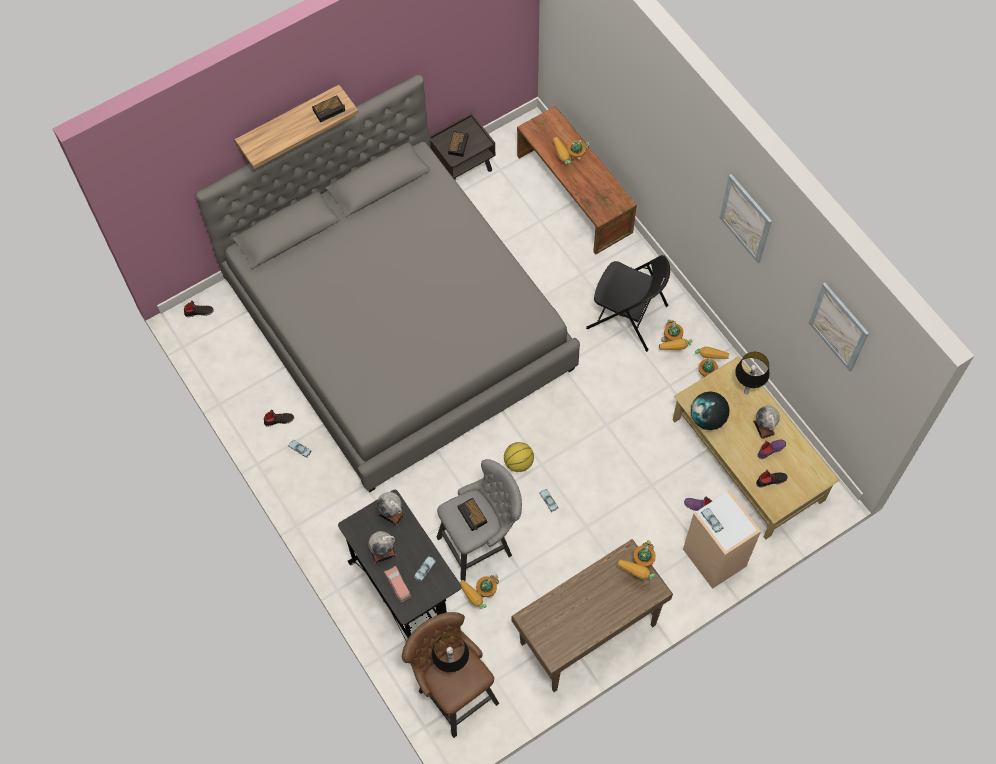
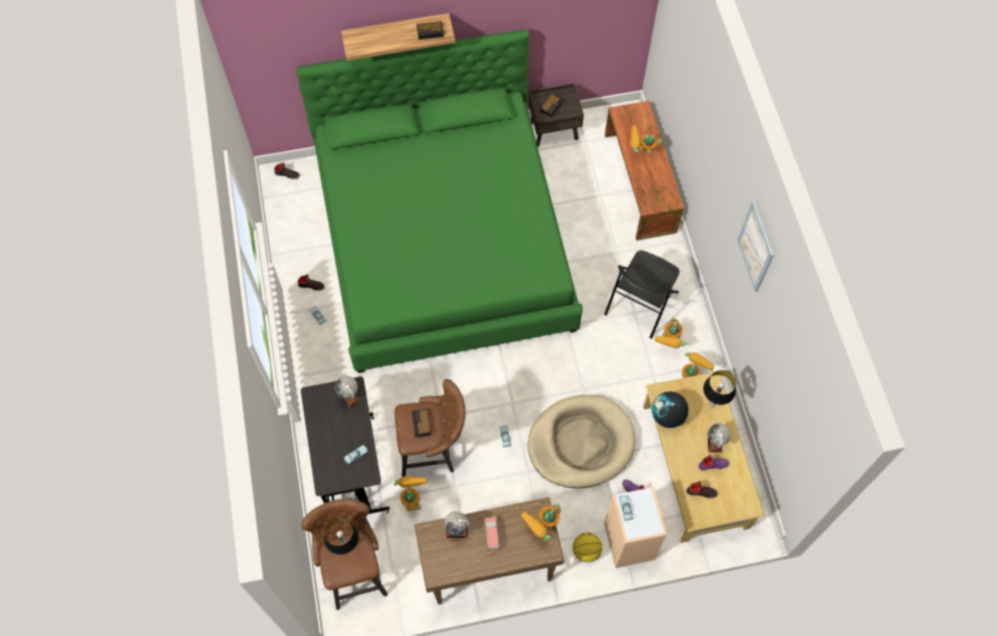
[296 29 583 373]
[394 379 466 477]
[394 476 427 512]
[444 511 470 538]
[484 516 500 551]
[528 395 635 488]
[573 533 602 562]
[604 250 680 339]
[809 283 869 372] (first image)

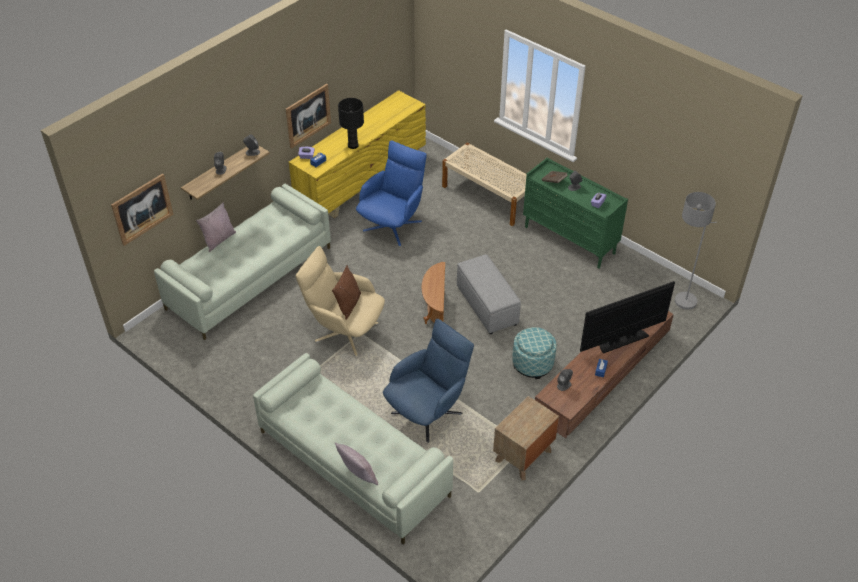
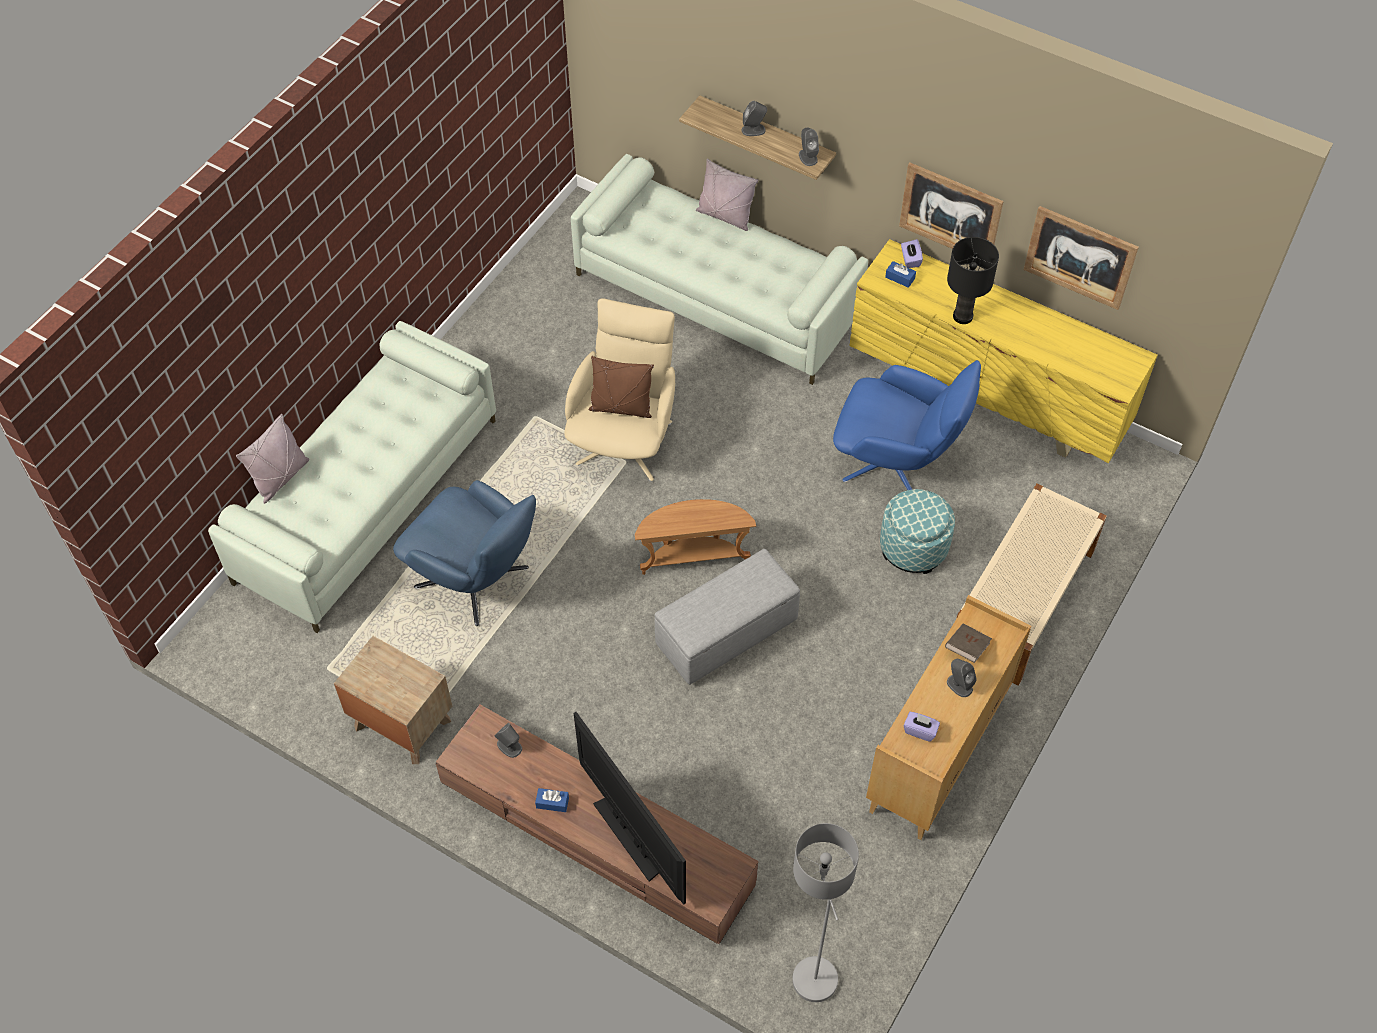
[866 595 1031 840]
[880 489 955 574]
[1024 206 1139 310]

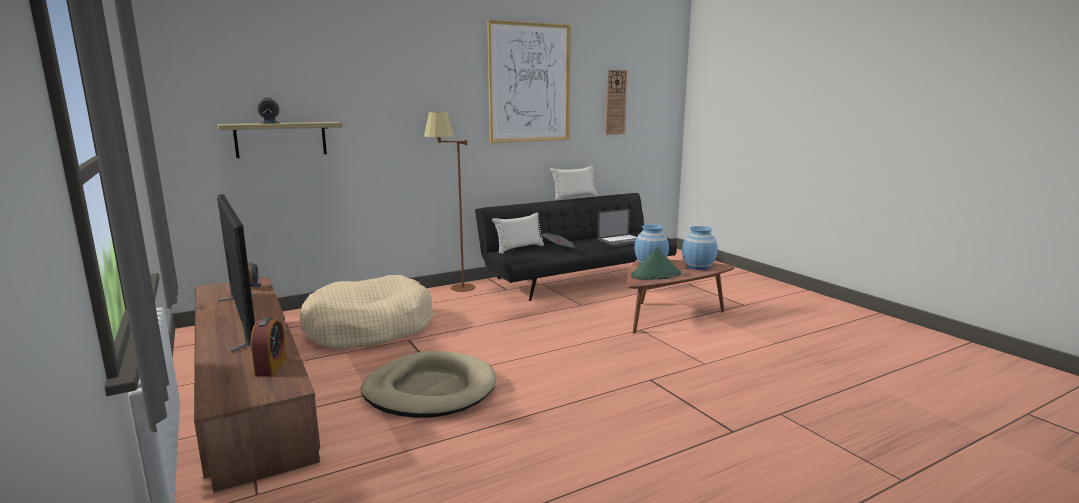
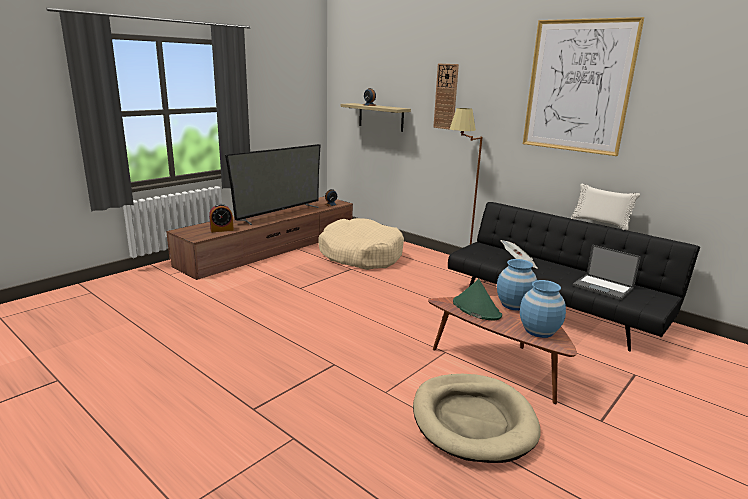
[413 374 541 463]
[433 64 459 130]
[492 213 544 254] (first image)

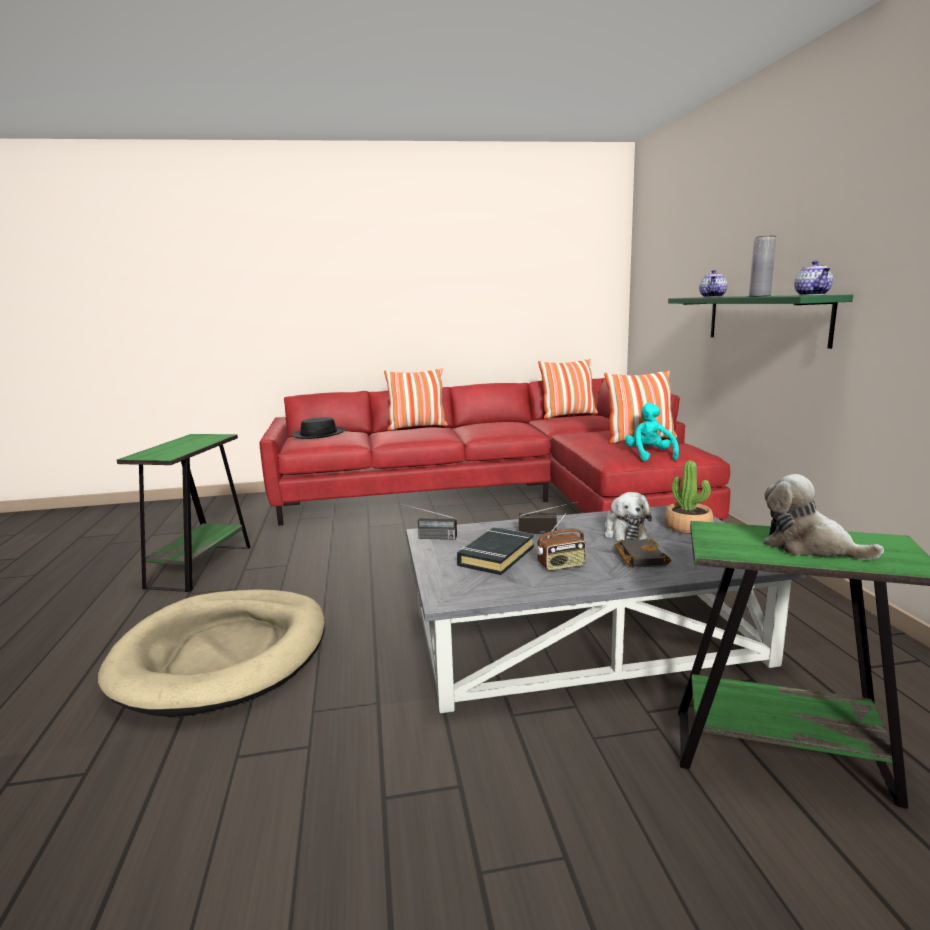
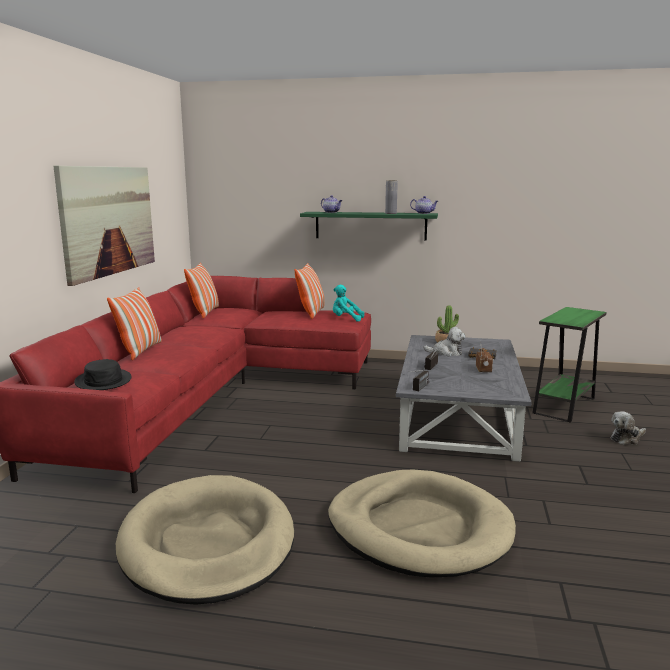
[53 166 155 286]
[116 475 294 605]
[611 411 646 445]
[457 527 534 575] (first image)

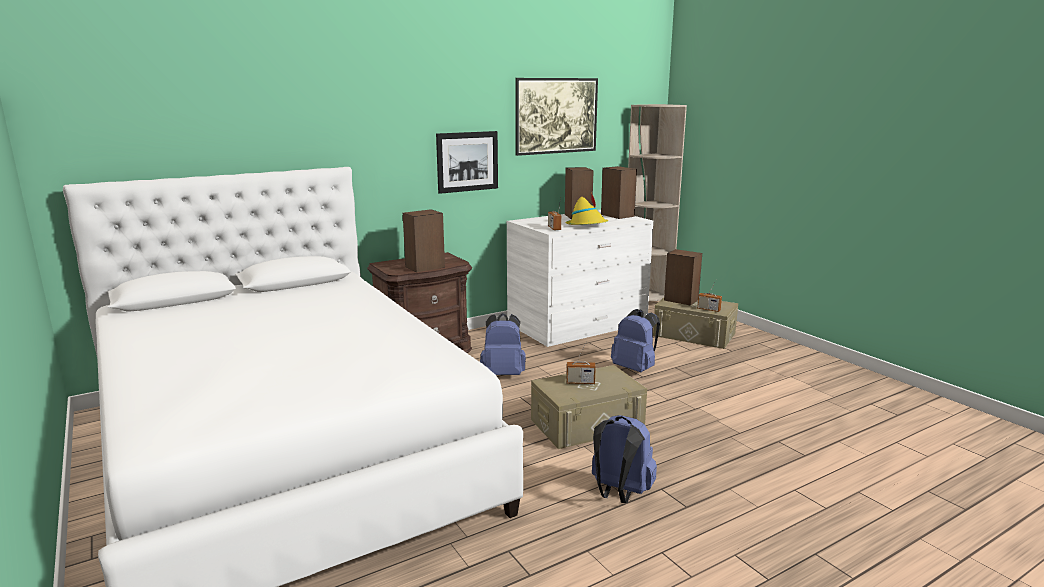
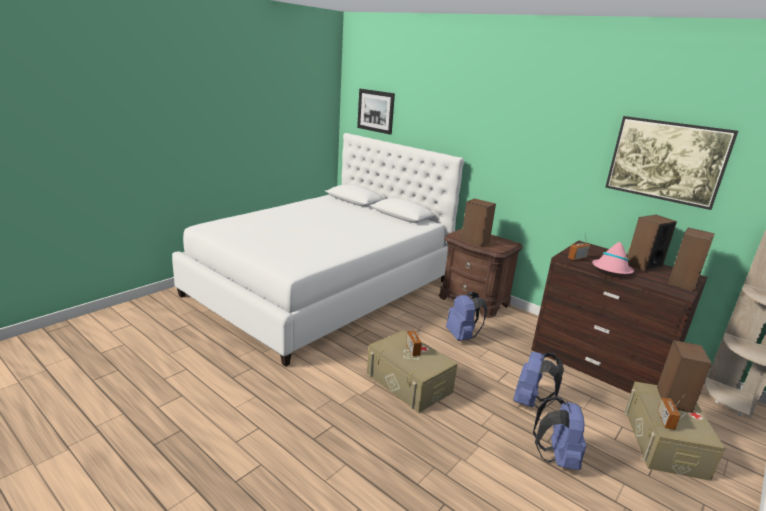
[357 89 395 135]
[531 240 707 394]
[533 396 586 470]
[592 242 634 274]

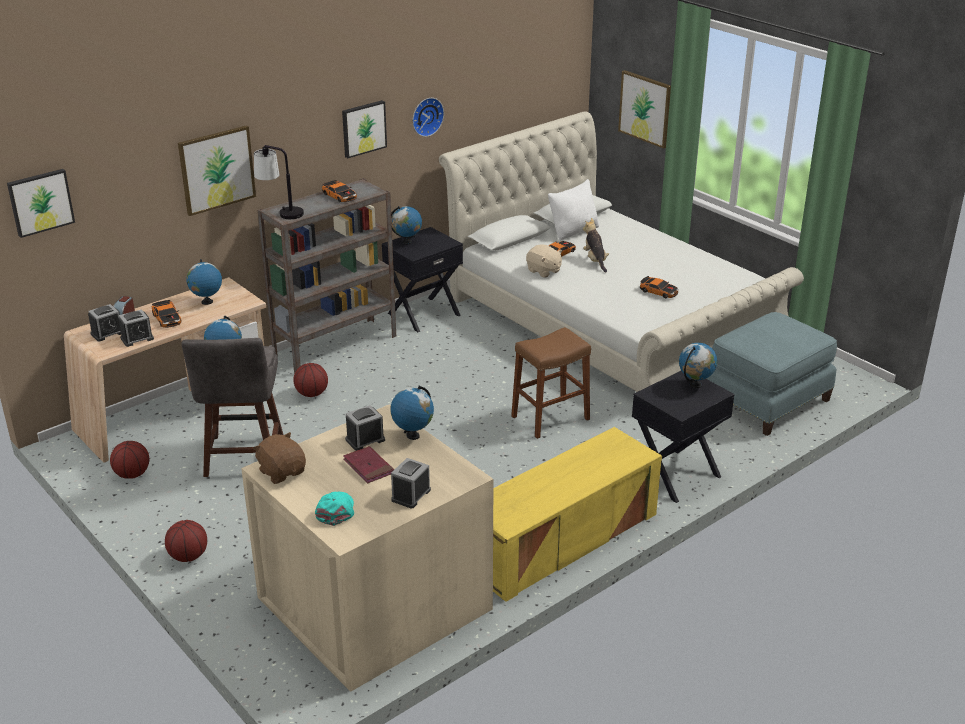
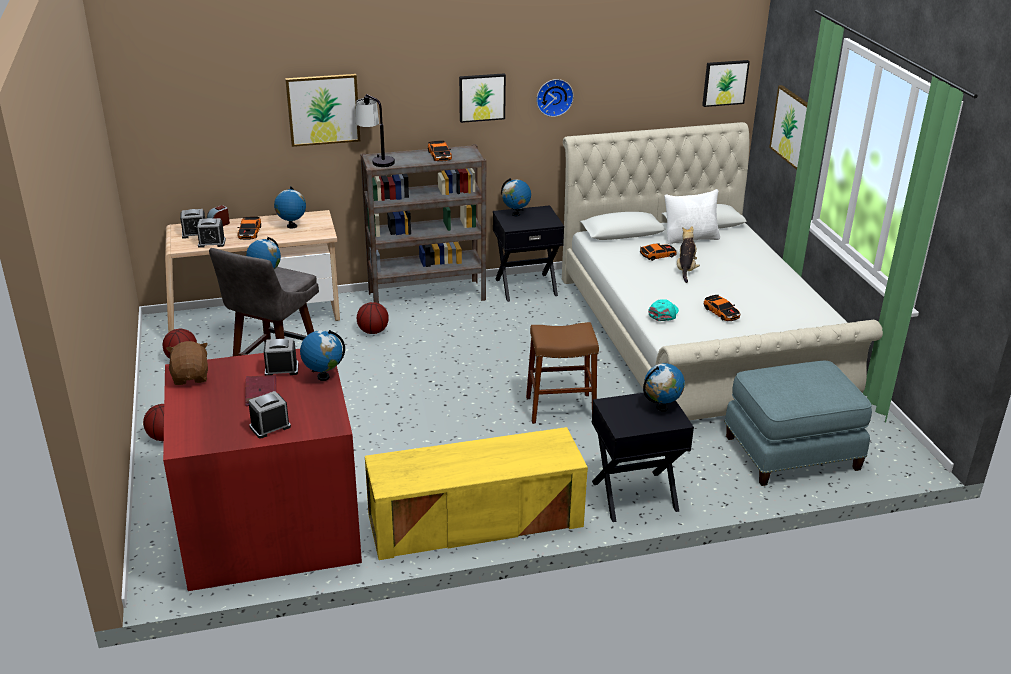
[163 349 362 591]
[648 299 679 321]
[702 60 750 107]
[526 244 562 278] (first image)

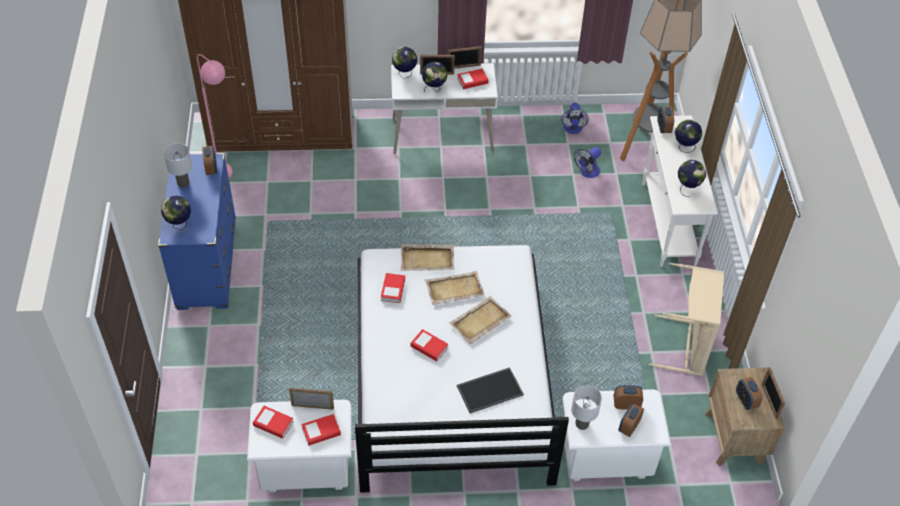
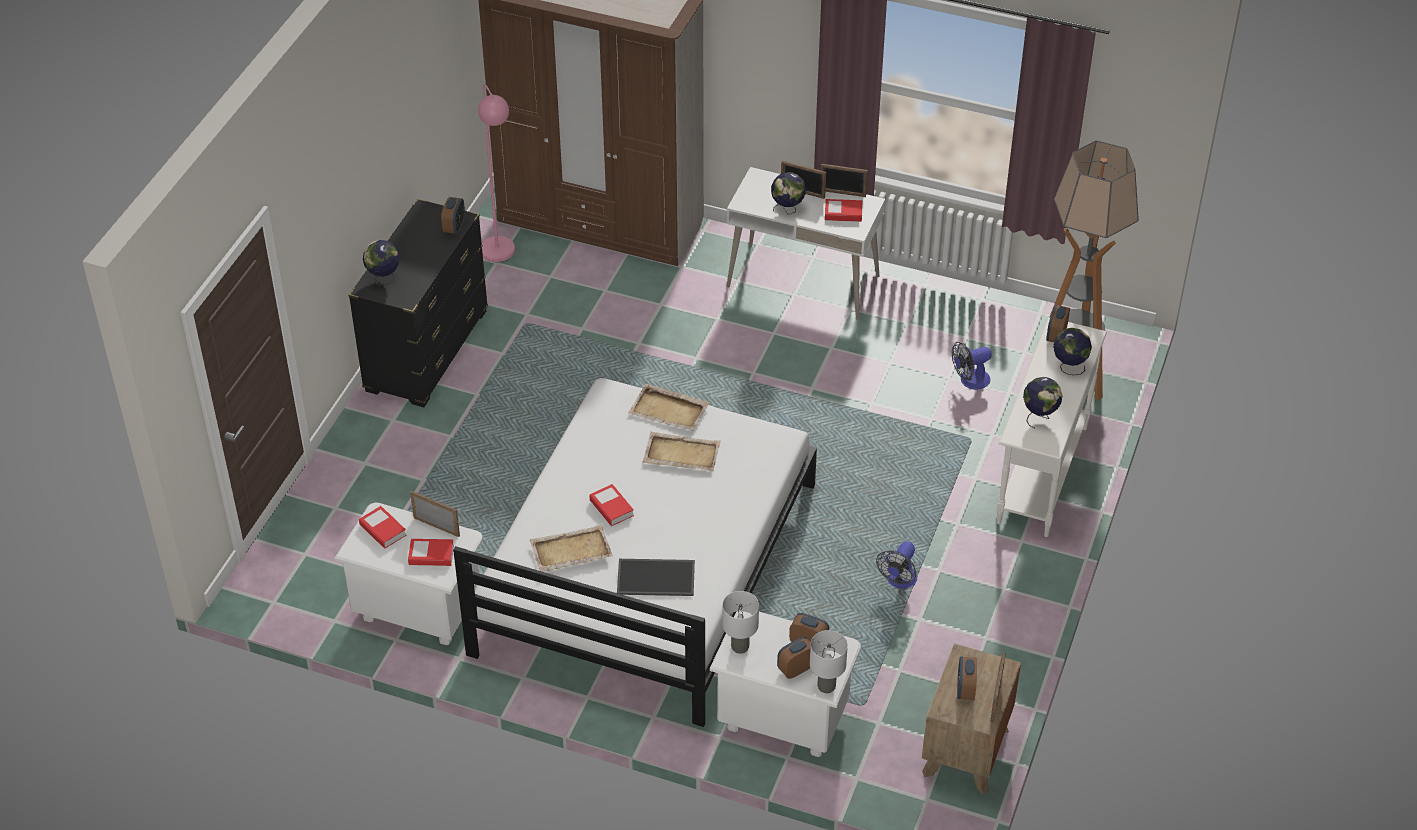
[348 198 488 407]
[530 524 613 572]
[810 630 848 693]
[876 541 917 589]
[381 273 405 303] (first image)
[392 47 417 78] (first image)
[649 263 724 376] (first image)

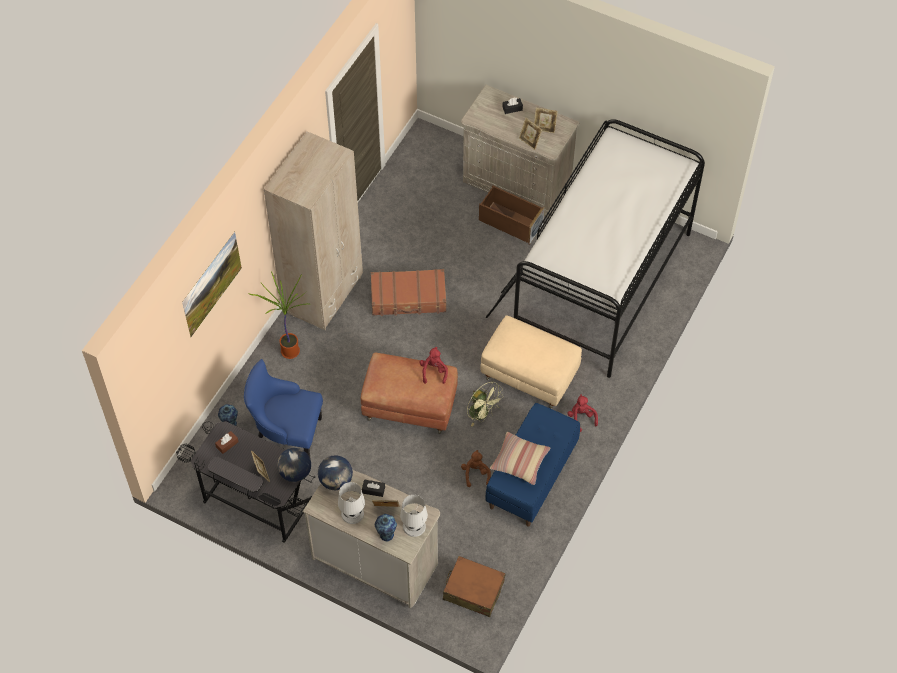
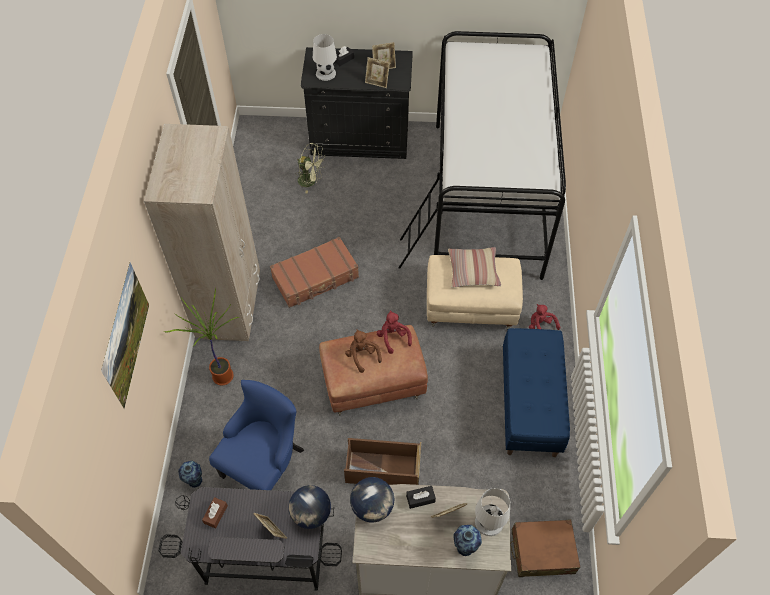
[209 380 304 490]
[296 143 326 194]
[301 47 413 159]
[313 34 337 81]
[344 438 421 485]
[345 329 382 373]
[448 247 501 288]

